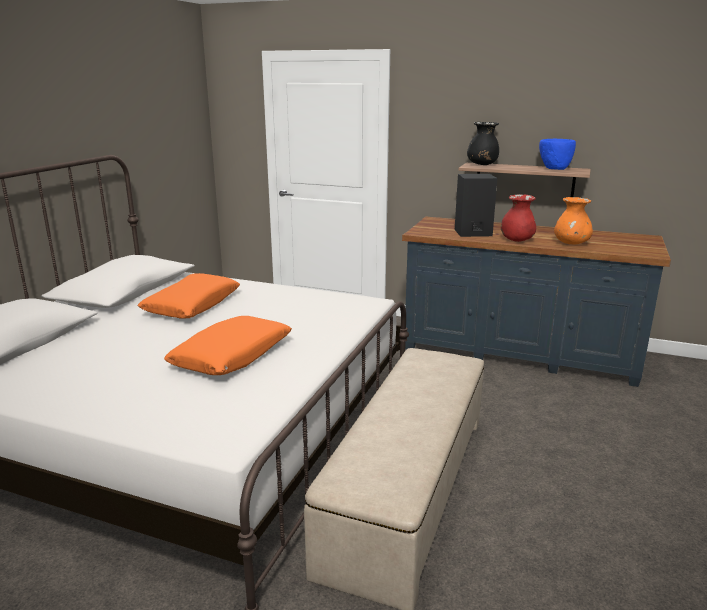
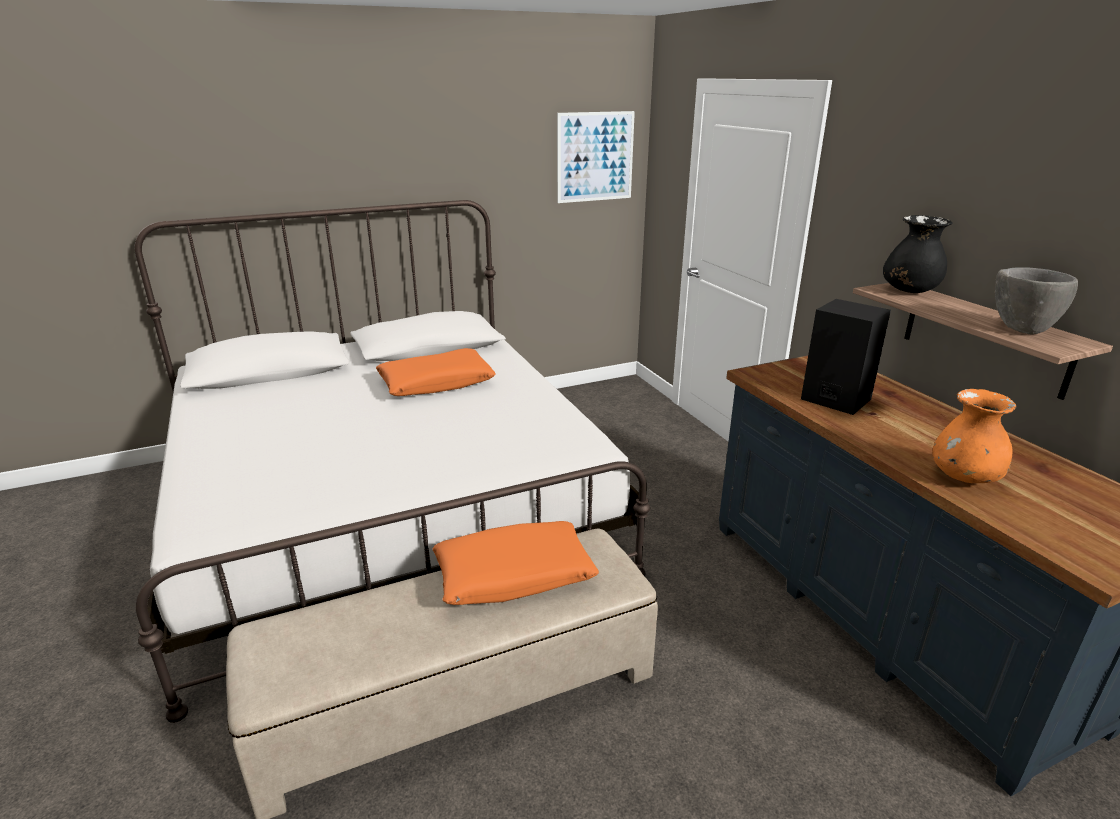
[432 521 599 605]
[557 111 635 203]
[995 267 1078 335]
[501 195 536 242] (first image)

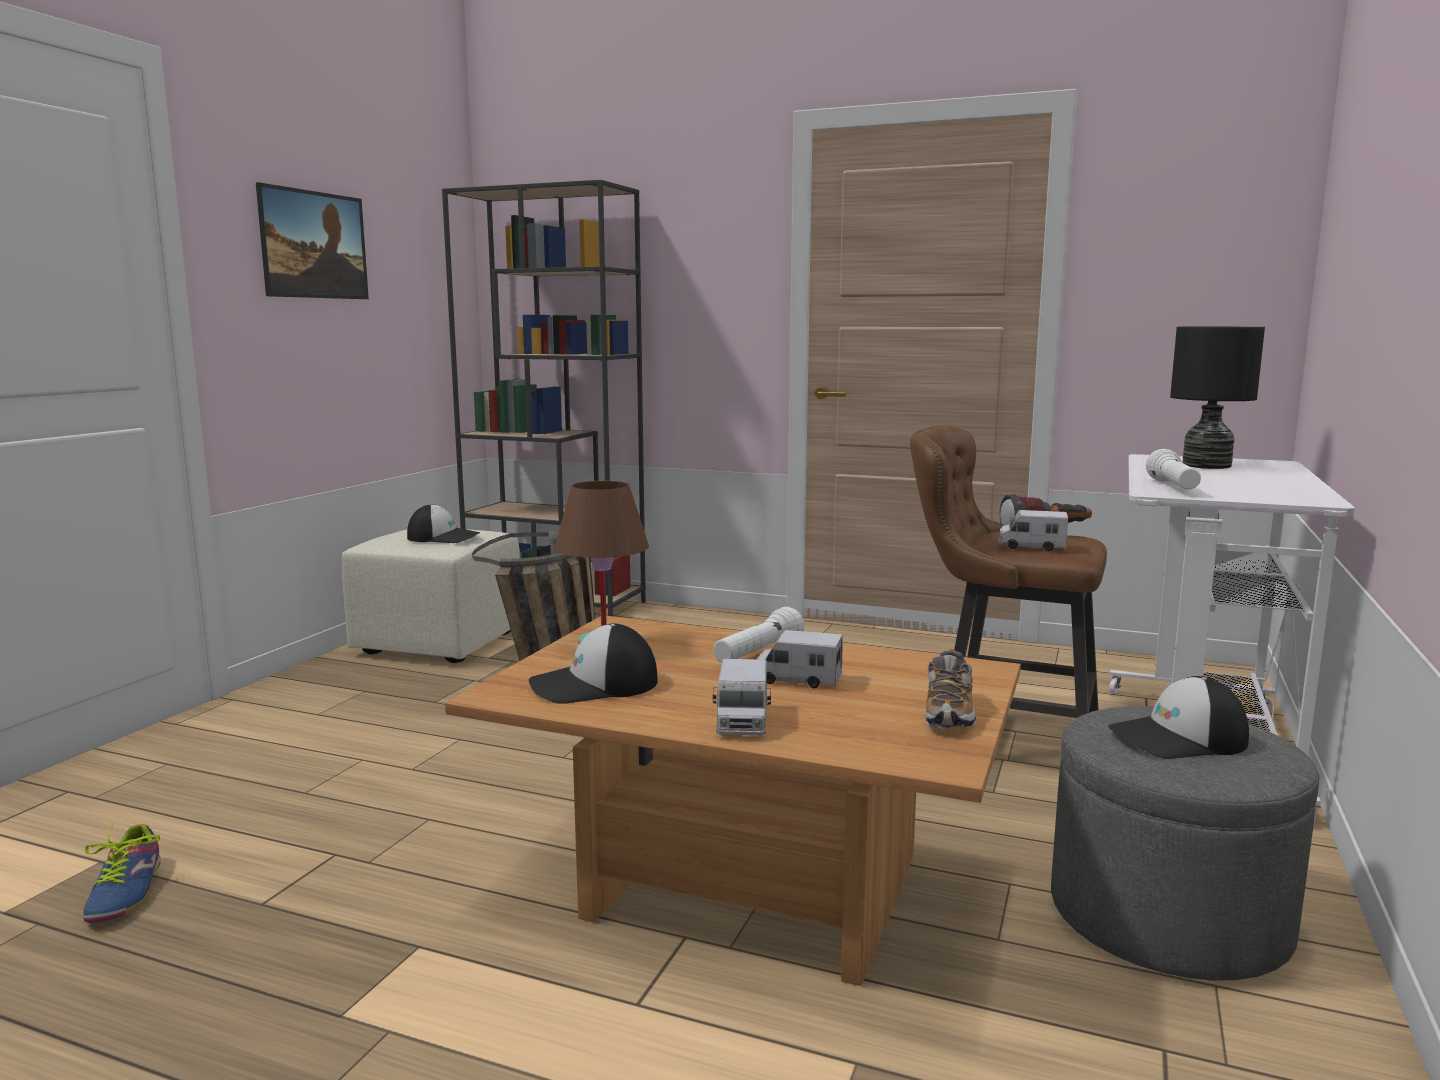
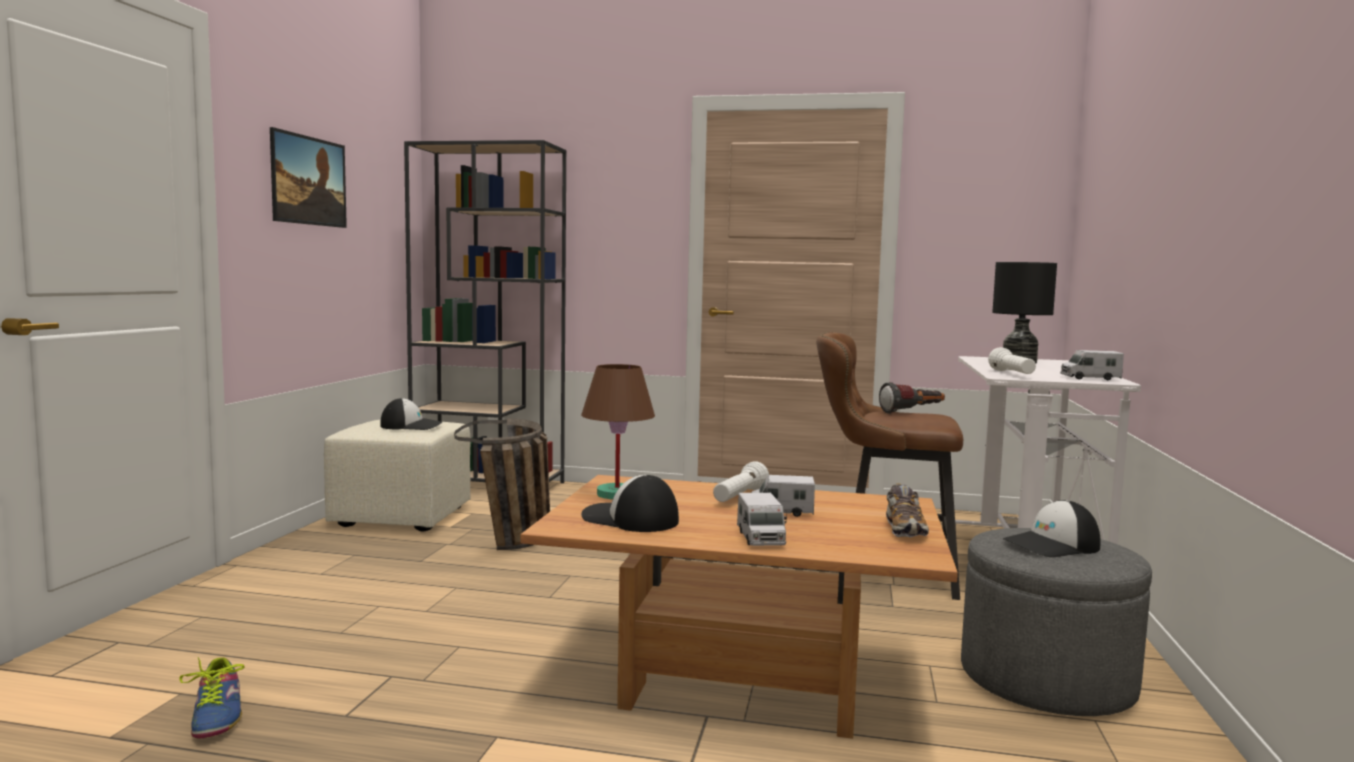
[581 475 679 532]
[1060 350 1124 380]

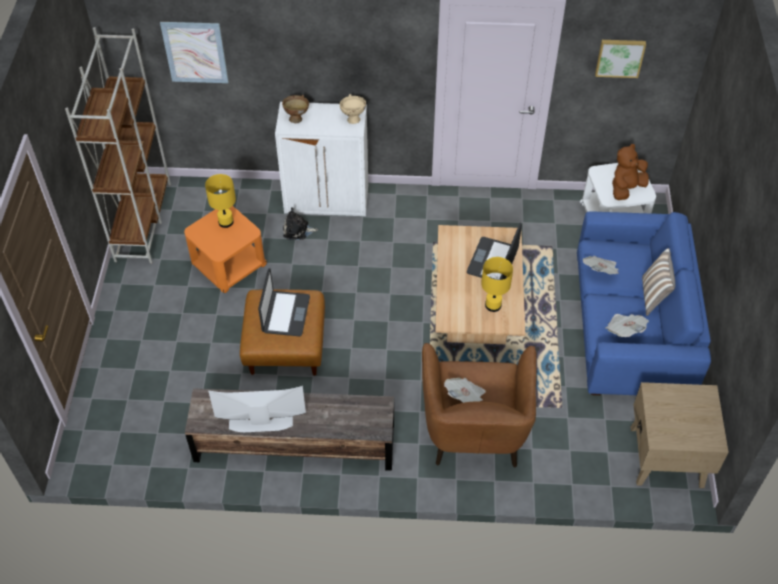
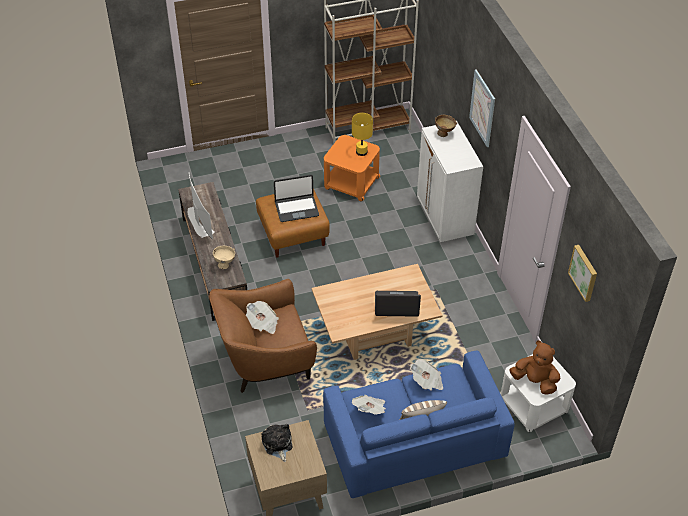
[213 246 235 269]
[261 424 293 462]
[469 69 495 147]
[481 257 513 312] (first image)

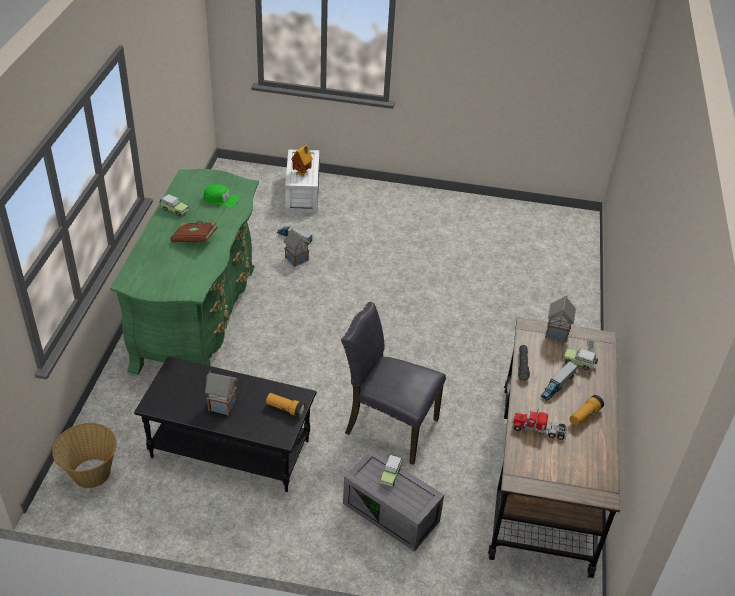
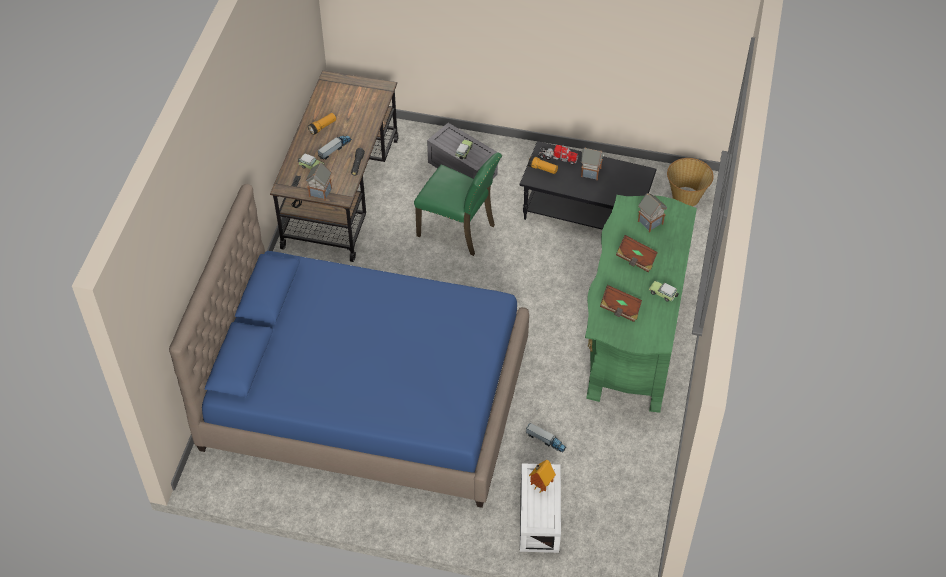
[169 184 529 508]
[414 152 502 256]
[538 144 578 165]
[600 285 642 322]
[638 193 667 232]

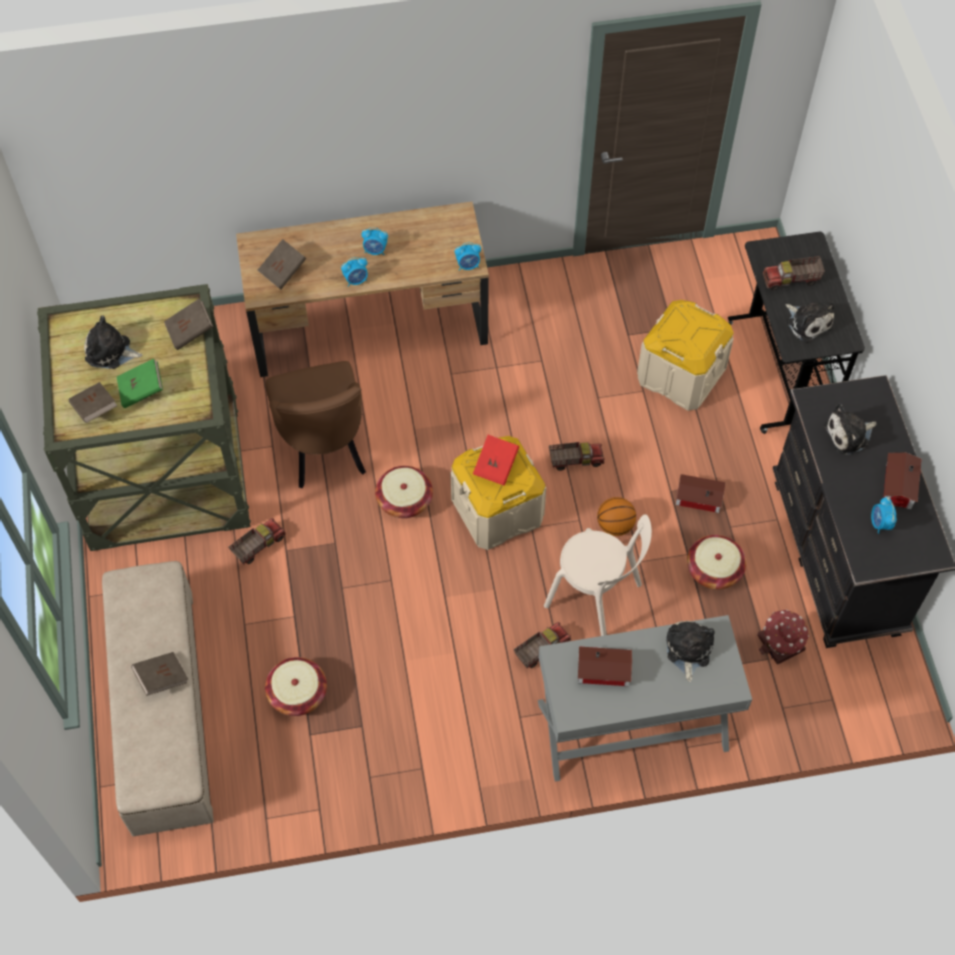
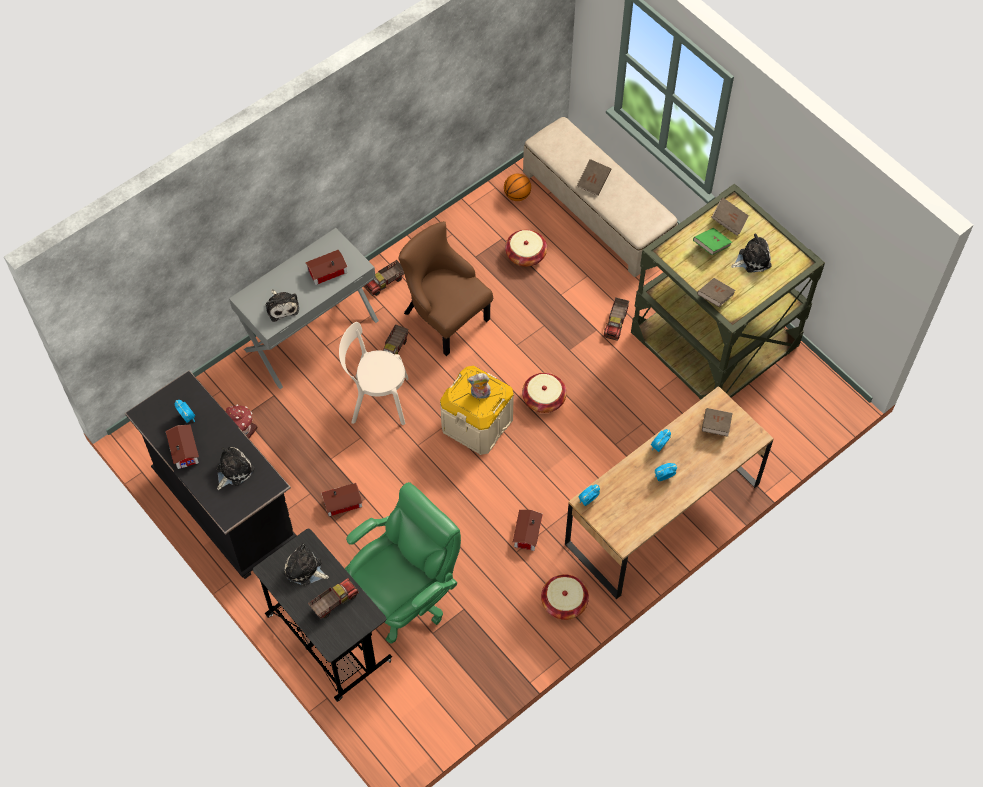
[345 482 461 644]
[365 260 404 296]
[399 221 494 356]
[467 373 491 399]
[504 174 531 201]
[513 510 543 551]
[541 574 589 620]

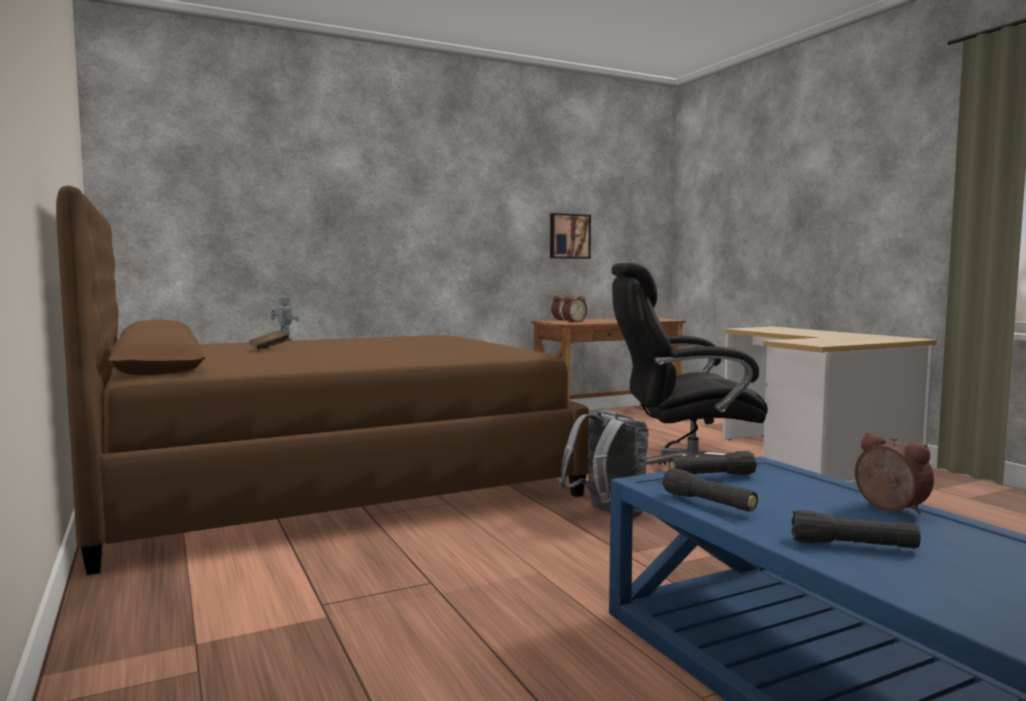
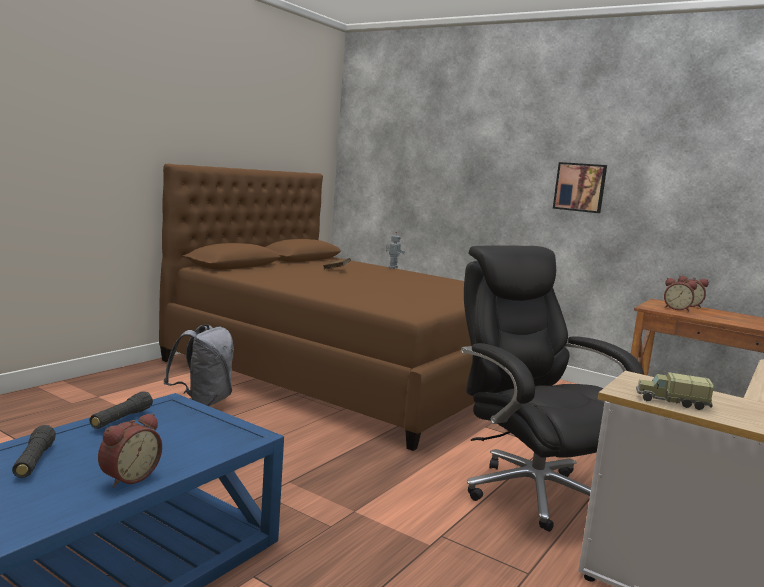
[163 324 234 406]
[553 162 607 213]
[636 372 714 410]
[669 451 757 475] (first image)

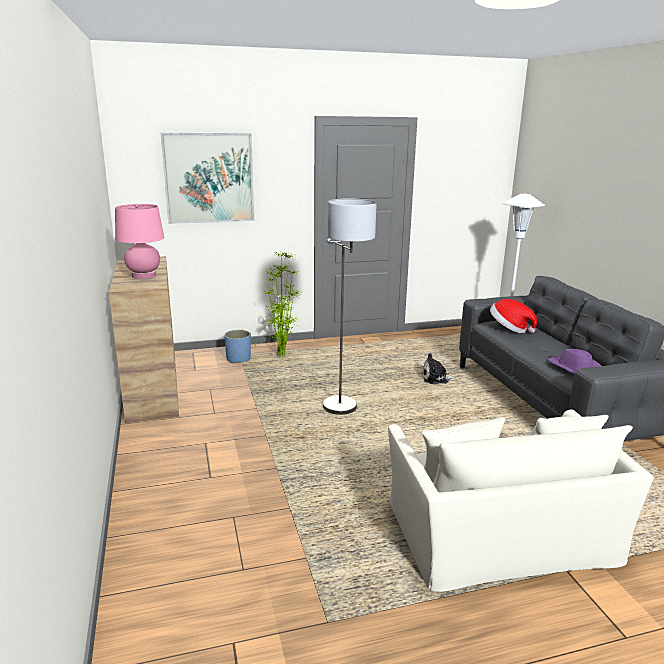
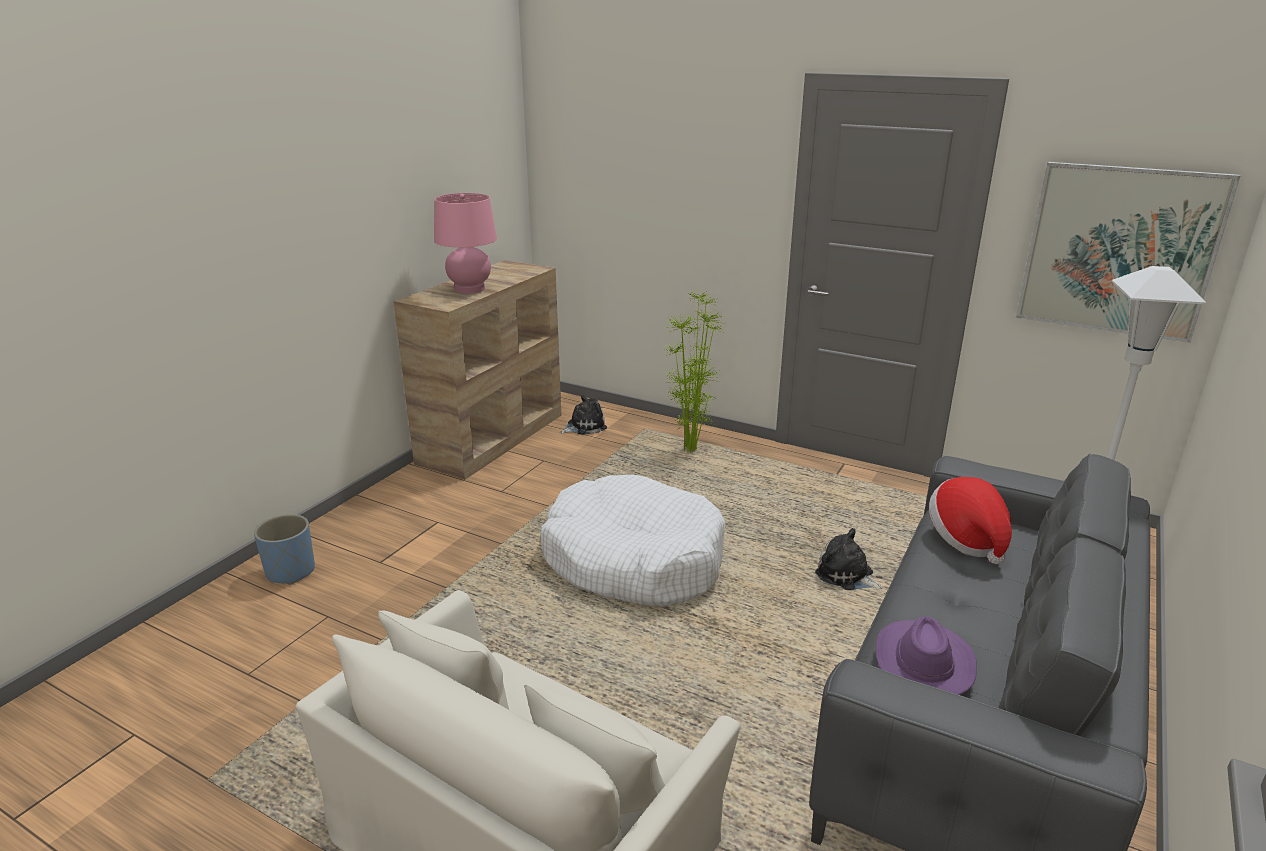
[254 514 315 585]
[540 475 726 607]
[560 395 607 435]
[1016 162 1240 343]

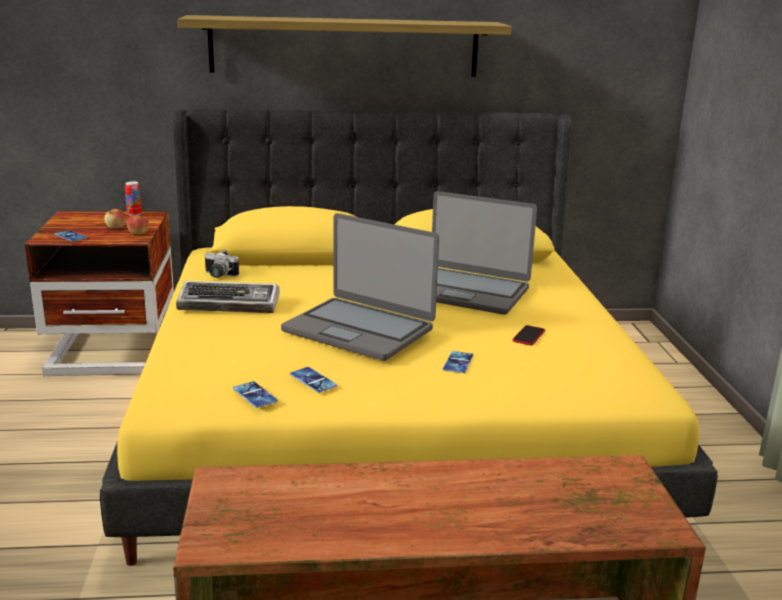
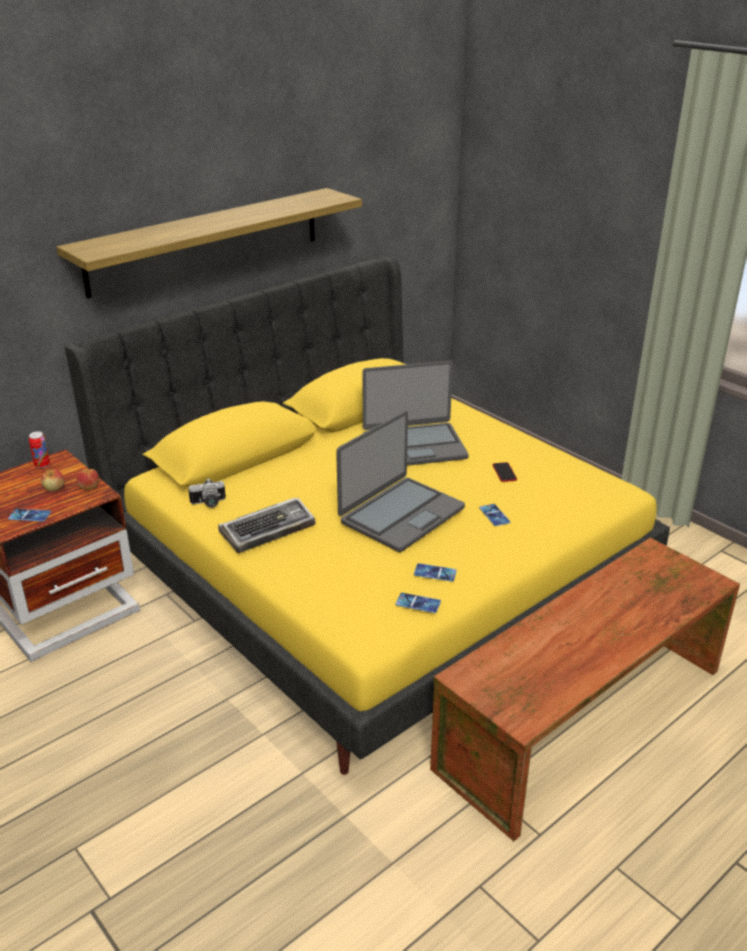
[336 411 465 552]

